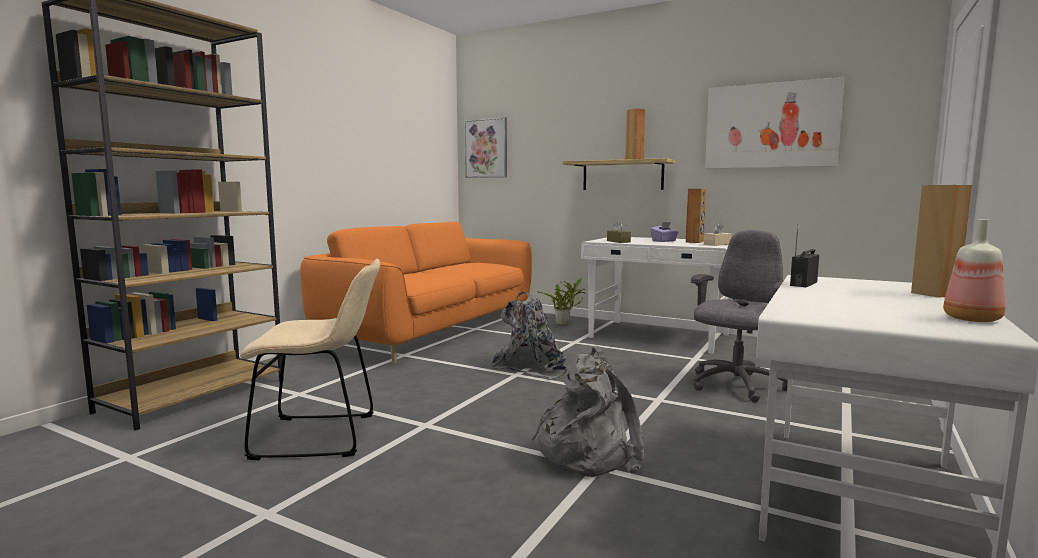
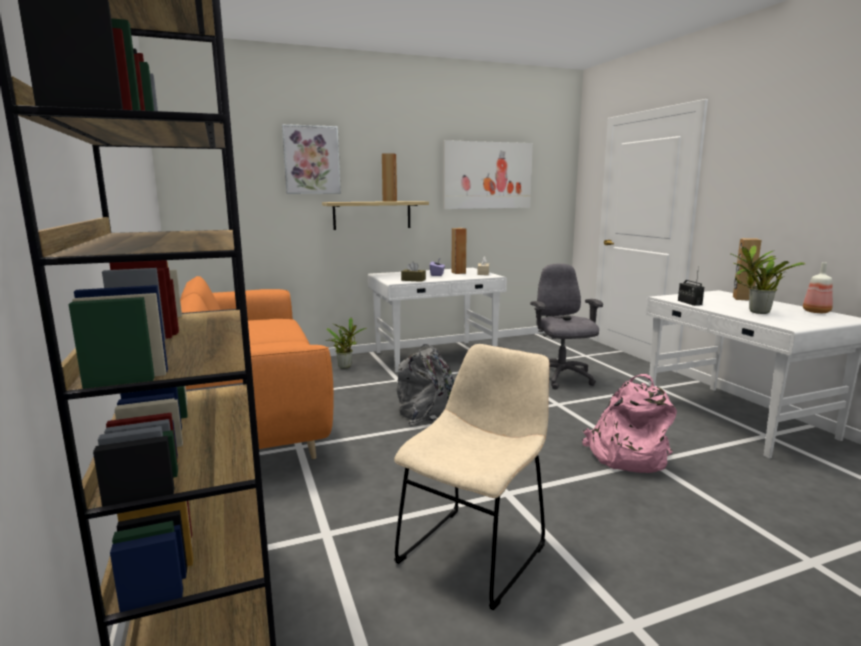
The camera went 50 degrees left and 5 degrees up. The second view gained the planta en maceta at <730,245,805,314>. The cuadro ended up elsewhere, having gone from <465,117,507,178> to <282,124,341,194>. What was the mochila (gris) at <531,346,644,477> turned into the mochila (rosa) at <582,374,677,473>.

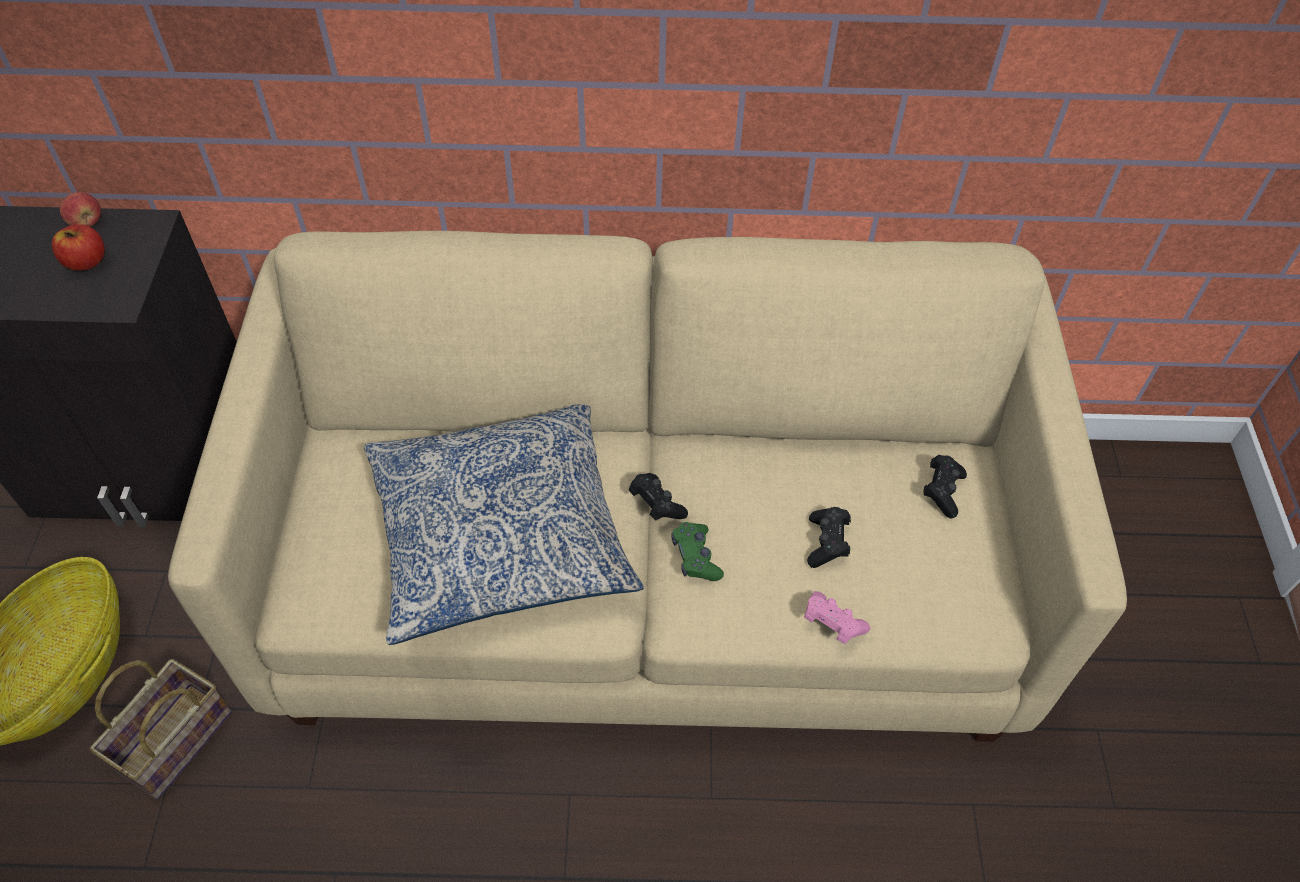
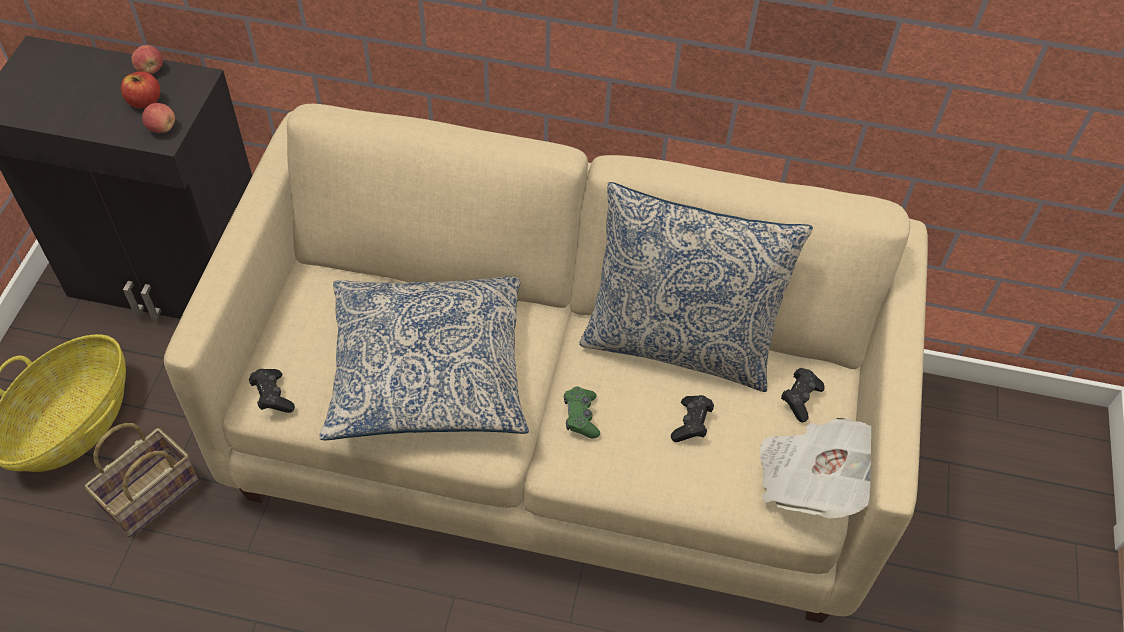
The camera went 10 degrees right and 0 degrees up. The second view lost the mando de consola (rosa) at <804,591,870,644>. The second view gained the manzana at <142,103,175,133>. The second view gained the cojín at <579,182,813,392>. The second view gained the periódico at <760,417,871,519>. The mando de consola (negro) ended up elsewhere, having gone from <629,473,688,520> to <249,369,295,413>.

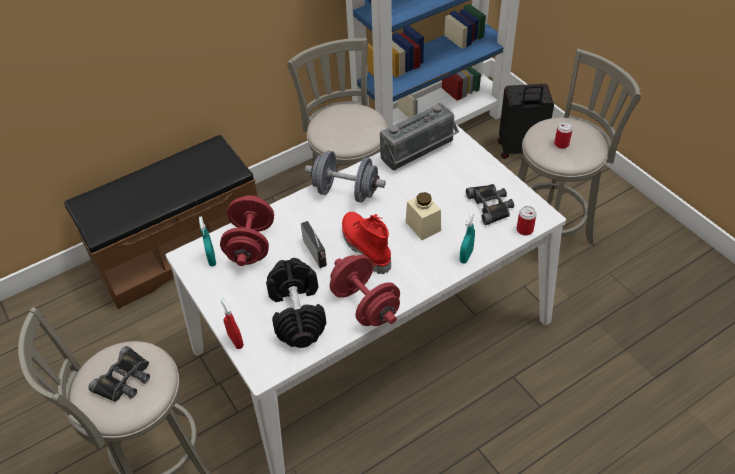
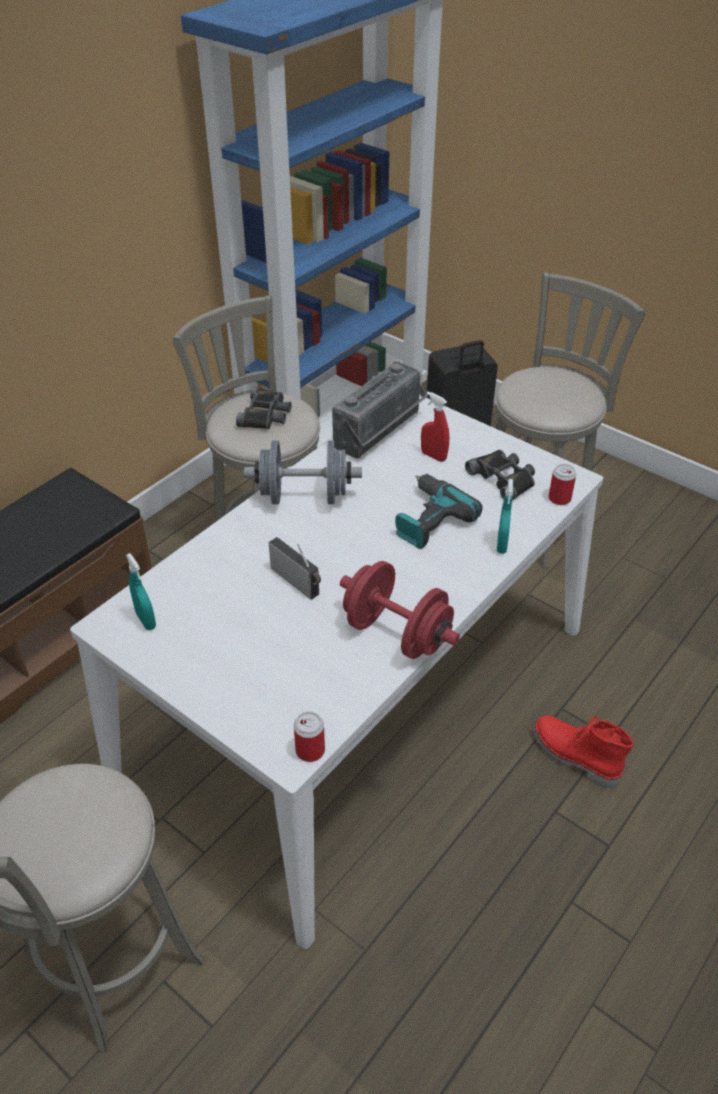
The camera went 20 degrees left and 5 degrees down. The second view lost the mancuerna (rojo) at <220,196,274,266>. The second view lost the mancuerna (negro) at <266,258,326,348>. The prismáticos (negro) ended up elsewhere, having gone from <88,346,150,402> to <236,387,292,429>. The pulverizador (rojo) ended up elsewhere, having gone from <219,296,244,349> to <421,392,449,462>. The bota (rojo) ended up elsewhere, having gone from <342,212,391,274> to <533,715,634,788>. The lata ended up elsewhere, having gone from <554,122,573,149> to <294,711,325,762>. Where the tarro (beis) stood at <406,192,441,240>, the taladro came to stand at <395,474,483,549>.

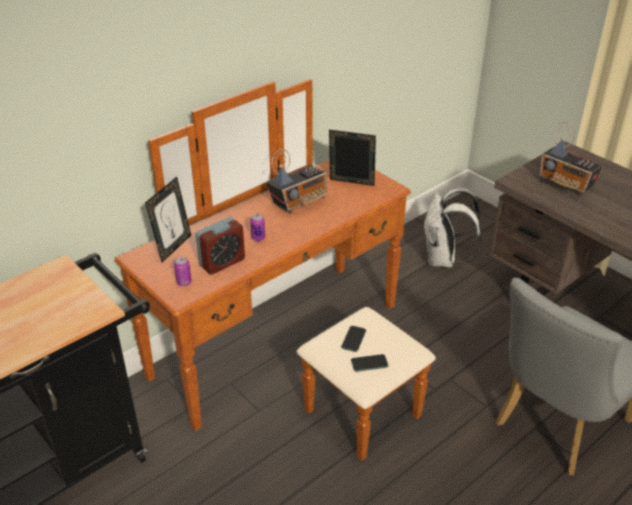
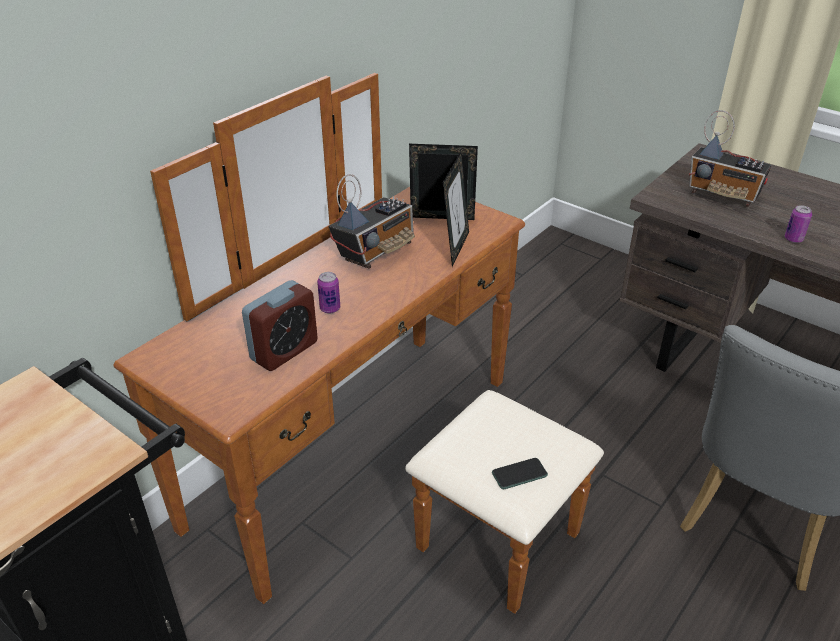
The camera went 10 degrees left and 0 degrees up. The second view lost the móvil at <341,326,366,352>. The second view lost the mochila (blanco) at <424,188,481,268>. The portarretratos ended up elsewhere, having gone from <145,177,191,262> to <443,152,469,267>. The lata ended up elsewhere, having gone from <174,257,192,286> to <785,205,812,243>.

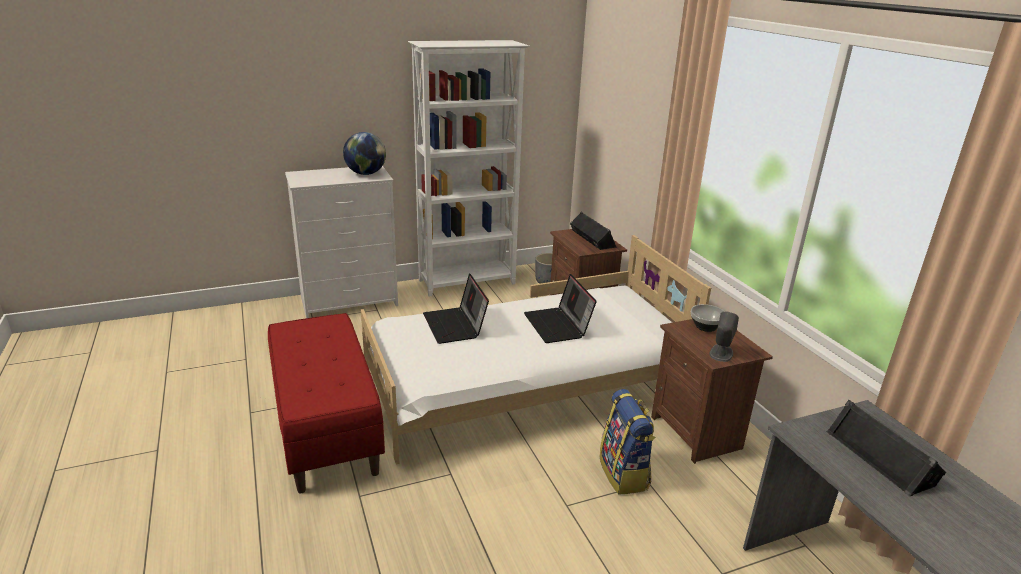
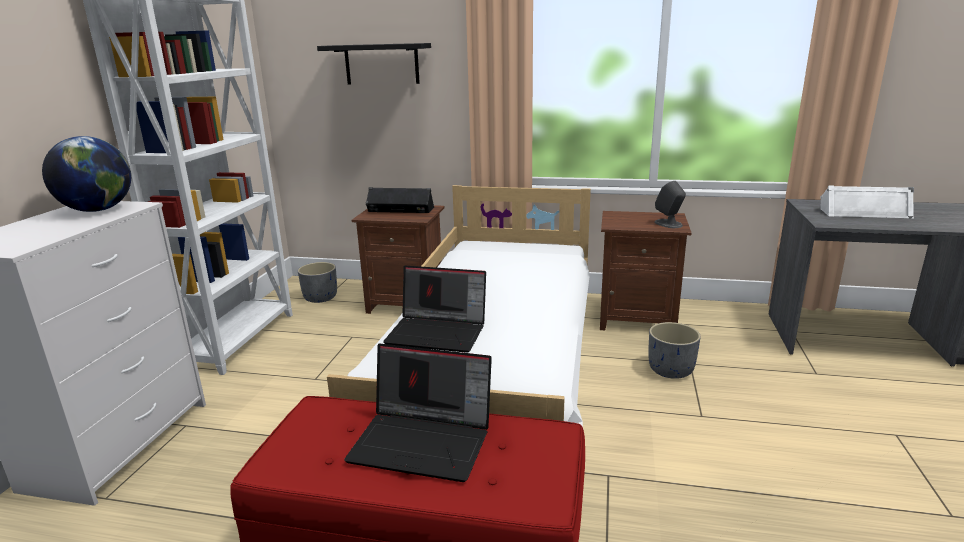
The camera went 55 degrees left and 5 degrees down. The second view lost the cuenco at <691,304,724,332>. The second view gained the estante (negro) at <317,43,431,84>. The portátil ended up elsewhere, having gone from <524,274,597,343> to <344,344,492,482>. Where the mochila stood at <600,389,655,495>, the maceta (gris) came to stand at <648,322,701,379>. What was the altavoz (negro) at <827,400,946,496> turned into the altavoz (blanco) at <820,186,914,219>.

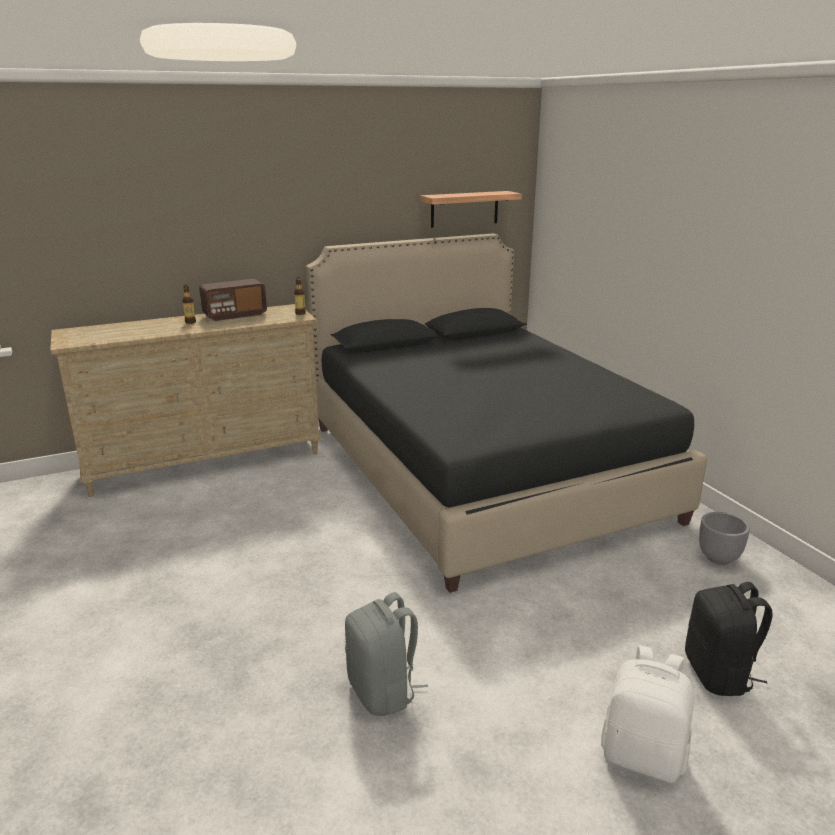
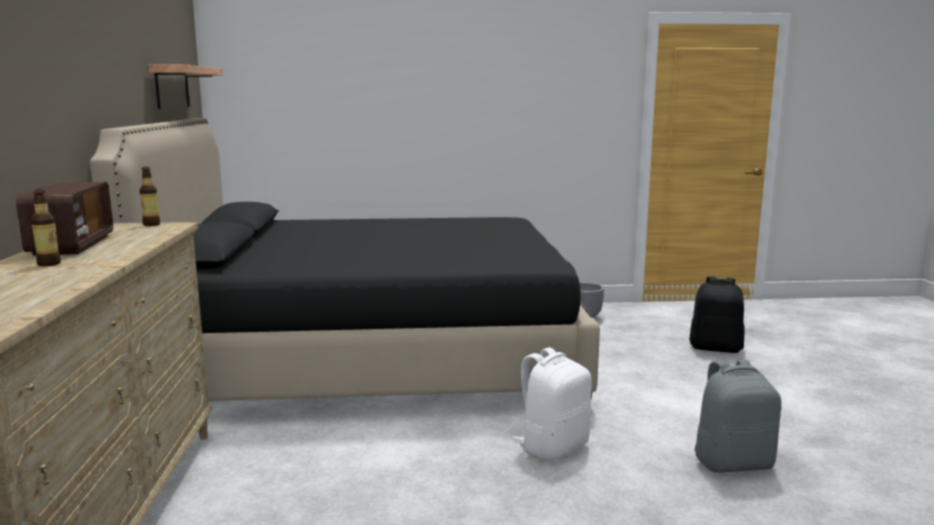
The camera went 70 degrees left and 10 degrees down. The mochila (blanco) ended up elsewhere, having gone from <601,645,694,783> to <512,347,592,461>.

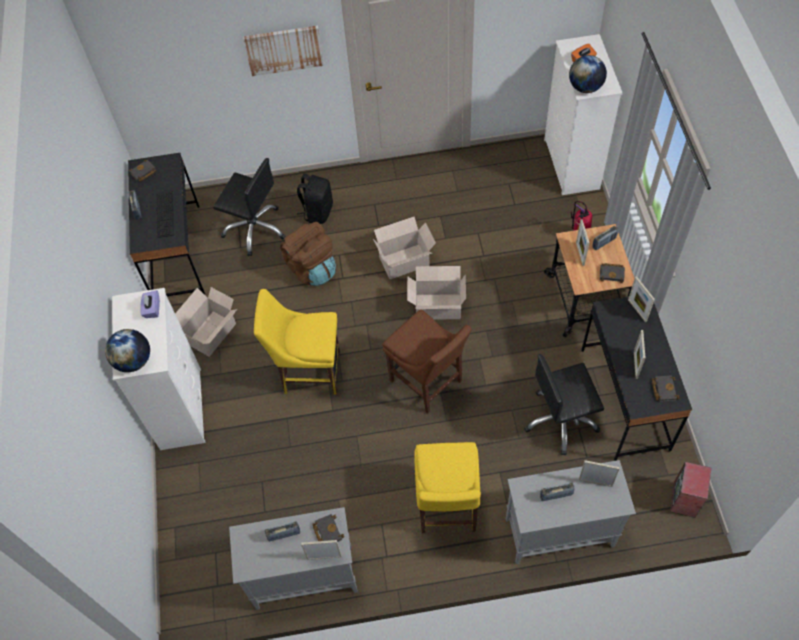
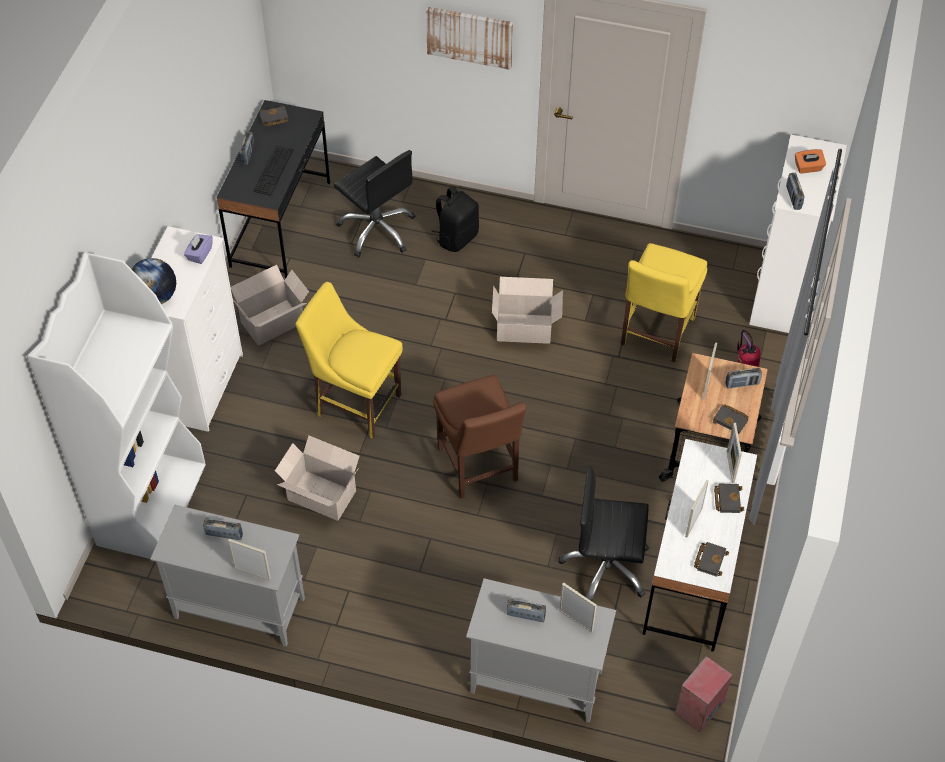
The camera went 20 degrees right and 5 degrees down. The second view lost the mochila (marrón) at <280,222,336,286>. The second view gained the estantería (blanco) at <27,252,206,559>. The libro (negro) ended up elsewhere, having gone from <312,514,345,542> to <714,484,744,513>. The caja de cartón ended up elsewhere, having gone from <407,266,466,320> to <275,436,359,521>. The silla (amarillo) ended up elsewhere, having gone from <414,442,481,533> to <621,243,708,362>. Where the globo terráqueo stood at <569,55,607,93>, the radio came to stand at <786,173,805,210>. What was the escritorio (negro) at <581,293,692,461> turned into the escritorio (blanco) at <643,439,757,652>.

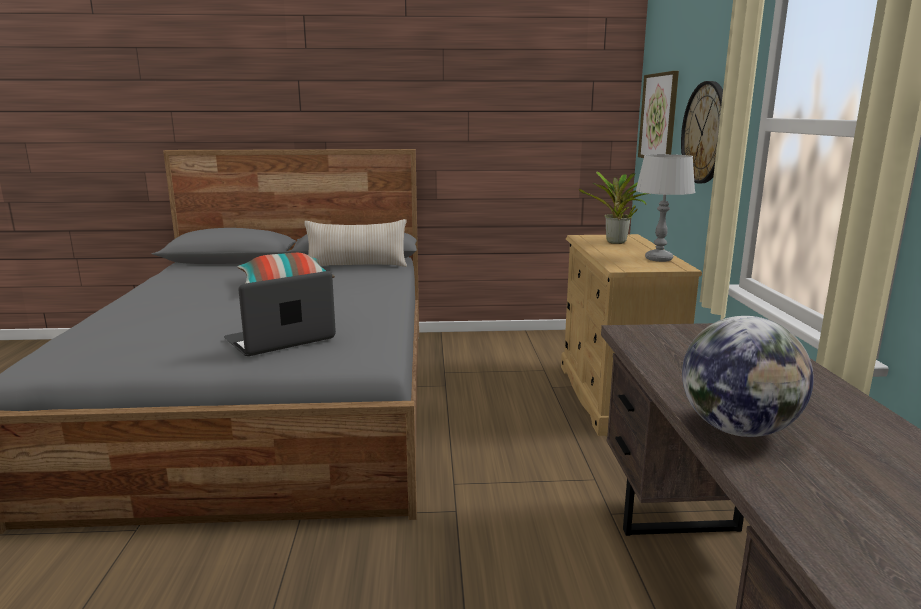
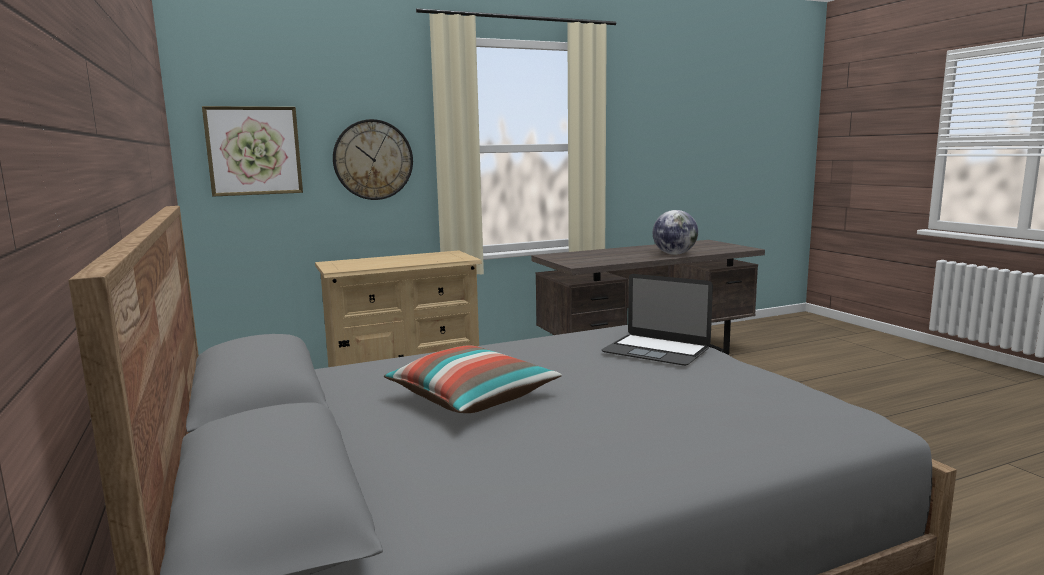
The camera went 110 degrees left and 5 degrees down. The second view lost the cojín (beis) at <304,219,407,267>. The second view lost the planta en maceta at <579,171,648,244>. The second view lost the lámpara de mesa (gris) at <636,154,695,262>.

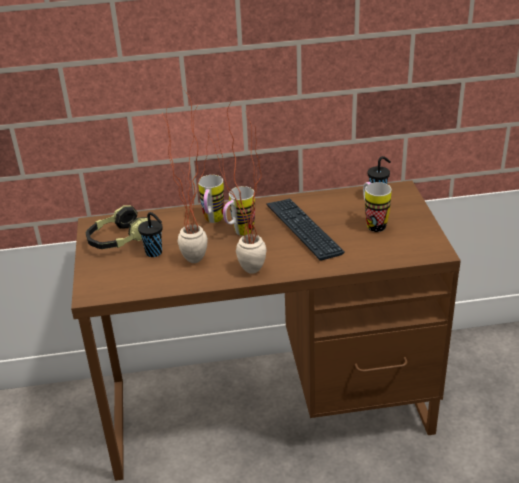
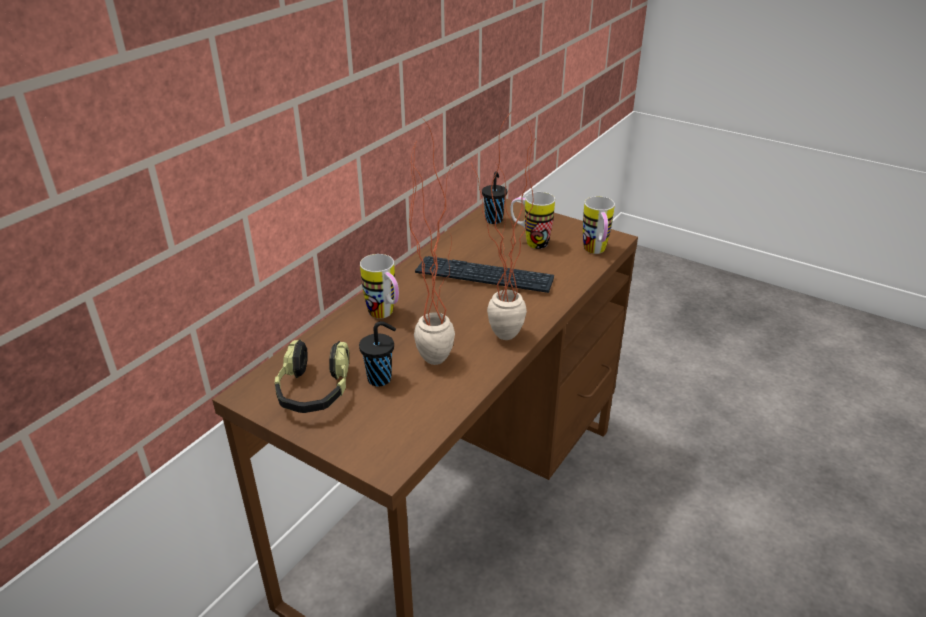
The camera went 50 degrees left and 0 degrees up. The taza grande ended up elsewhere, having gone from <223,186,255,236> to <583,196,615,254>.

